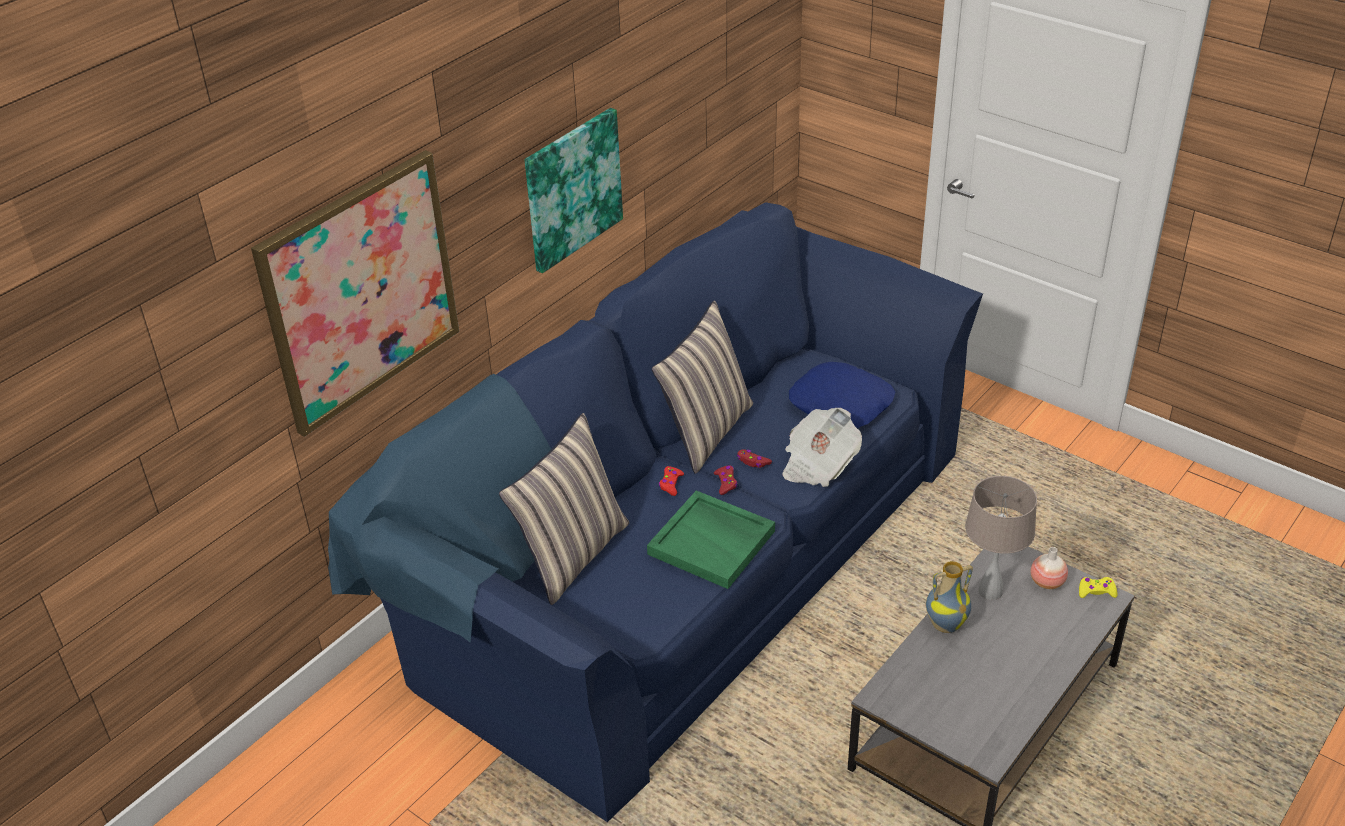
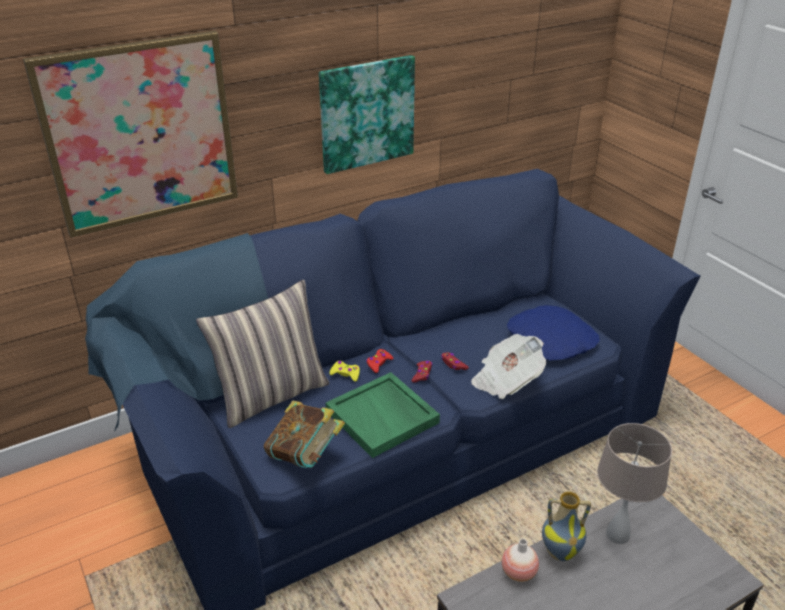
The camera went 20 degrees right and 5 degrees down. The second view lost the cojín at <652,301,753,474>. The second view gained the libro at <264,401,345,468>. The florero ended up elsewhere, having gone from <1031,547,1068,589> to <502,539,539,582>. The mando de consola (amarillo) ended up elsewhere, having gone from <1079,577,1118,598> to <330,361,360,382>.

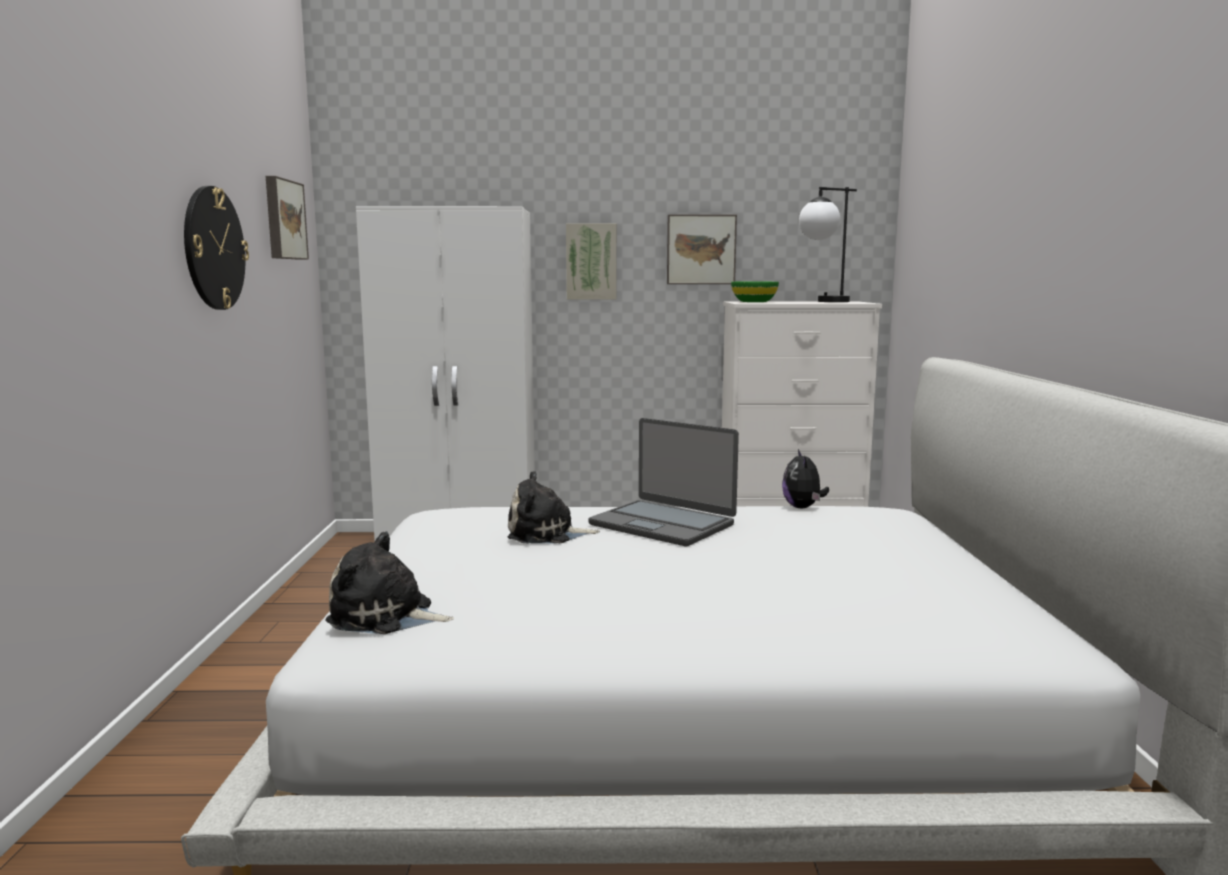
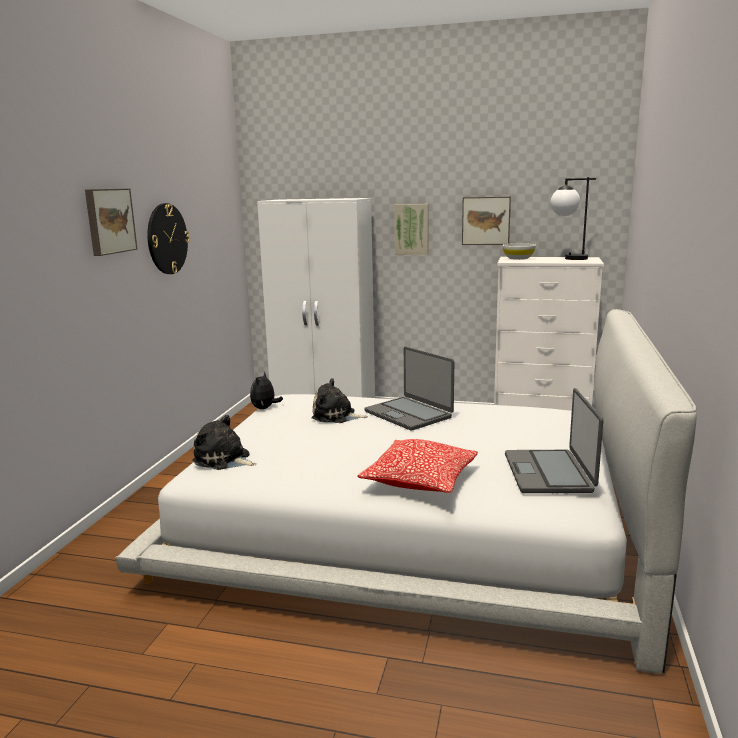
The camera went 15 degrees right and 5 degrees up. The second view gained the cojín at <358,439,478,493>. The second view gained the portátil at <505,388,603,493>. The cuadro ended up elsewhere, having gone from <266,176,309,260> to <85,189,137,256>. The peluche ended up elsewhere, having gone from <782,449,829,508> to <250,371,283,409>. What was the cuenco (verde) at <731,282,779,302> turned into the cuenco (blanco) at <502,243,536,260>.

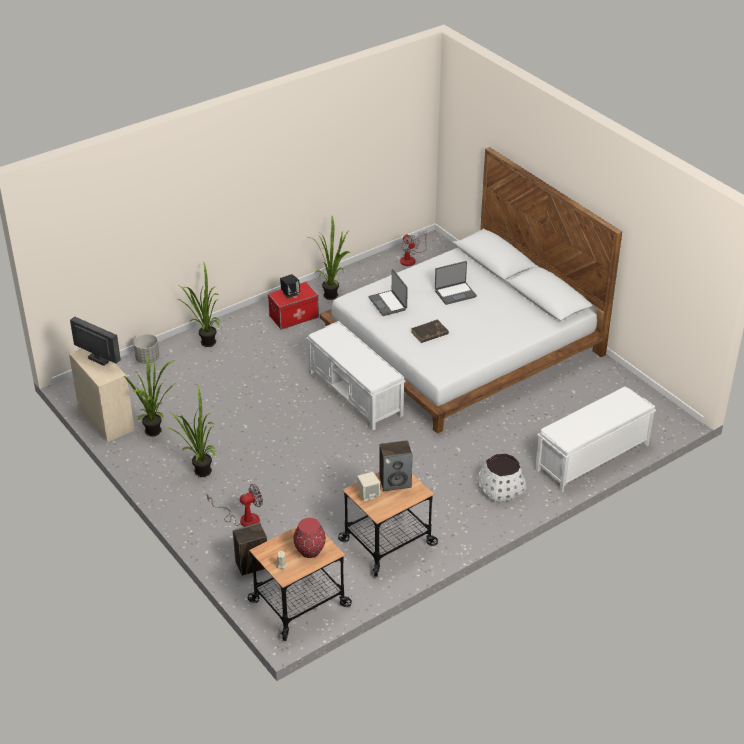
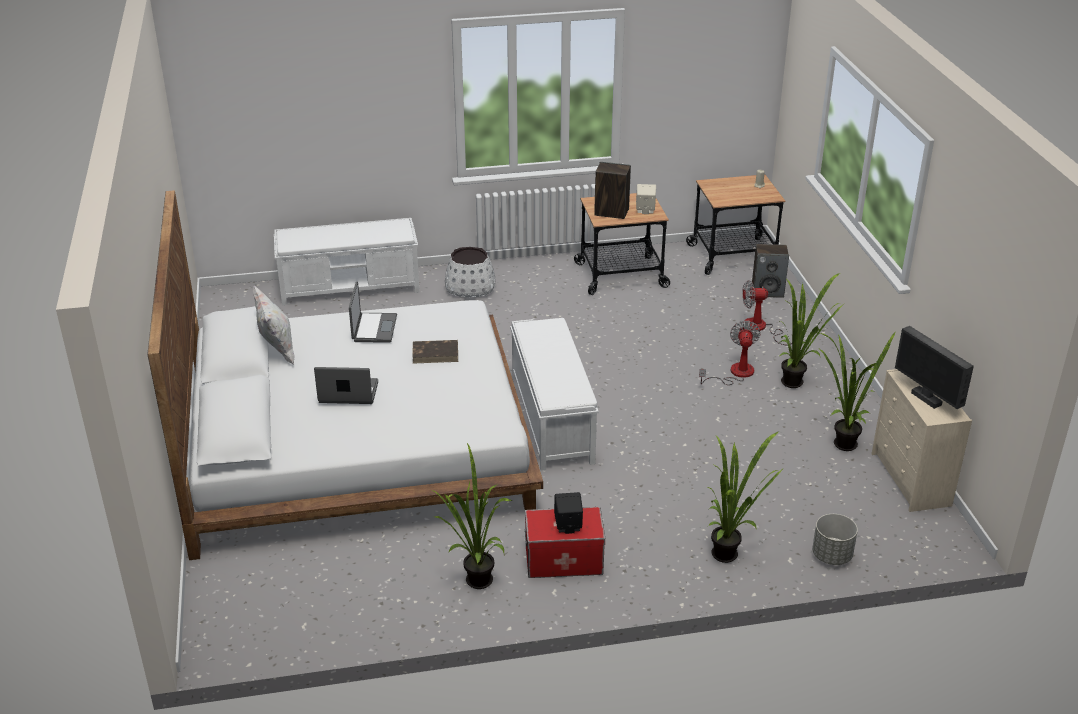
The camera went 155 degrees left and 5 degrees down. The second view lost the florero (rojo) at <293,518,326,558>. The second view gained the cojín (blanco) at <253,285,295,365>. The portátil ended up elsewhere, having gone from <369,269,408,316> to <349,281,397,343>. The ventilador ended up elsewhere, having gone from <400,231,427,266> to <699,321,760,385>.

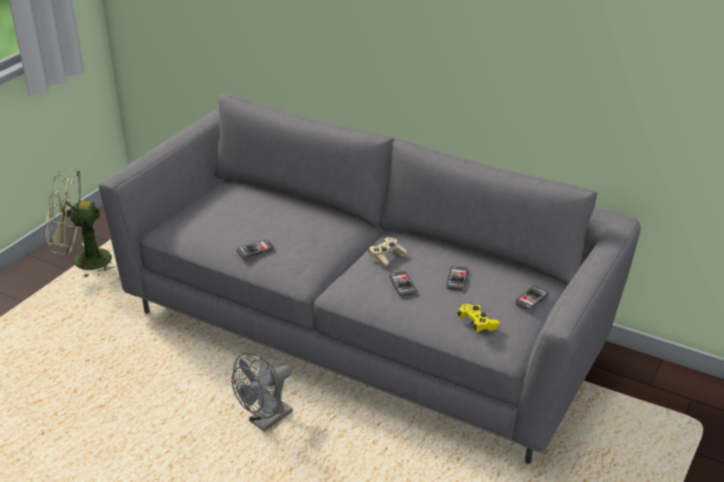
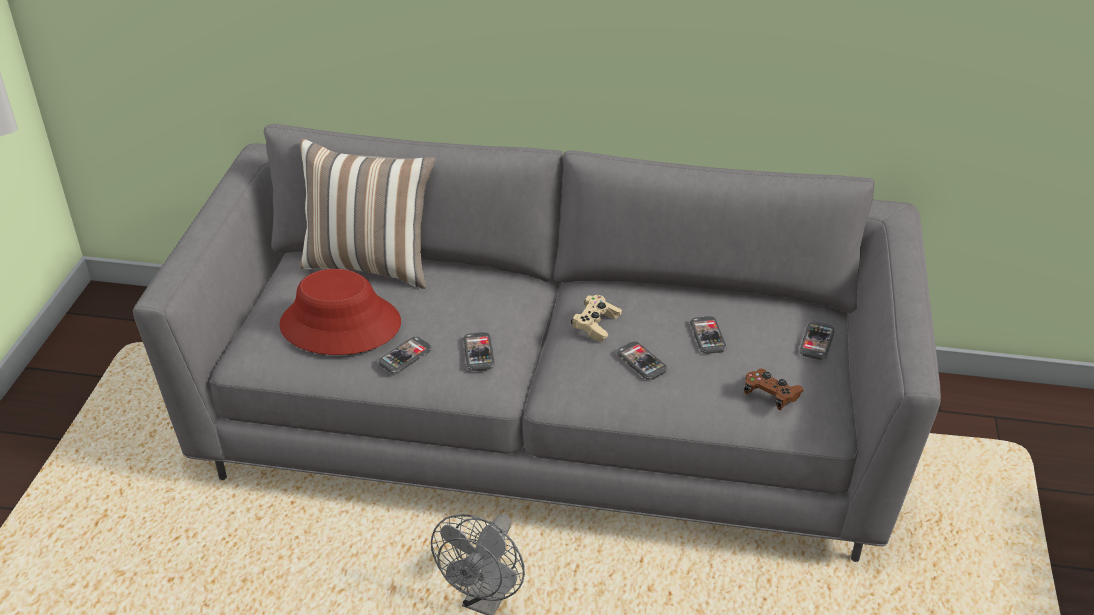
The camera went 20 degrees left and 5 degrees up. The second view lost the ventilador (verde) at <46,169,116,278>. The second view gained the sombrero (rojo) at <279,269,401,355>. The second view gained the cojín at <300,139,435,289>. The second view gained the móvil at <463,332,495,371>. What was the mando de consola (amarillo) at <457,304,500,333> turned into the mando de consola (marrón) at <744,368,804,410>.

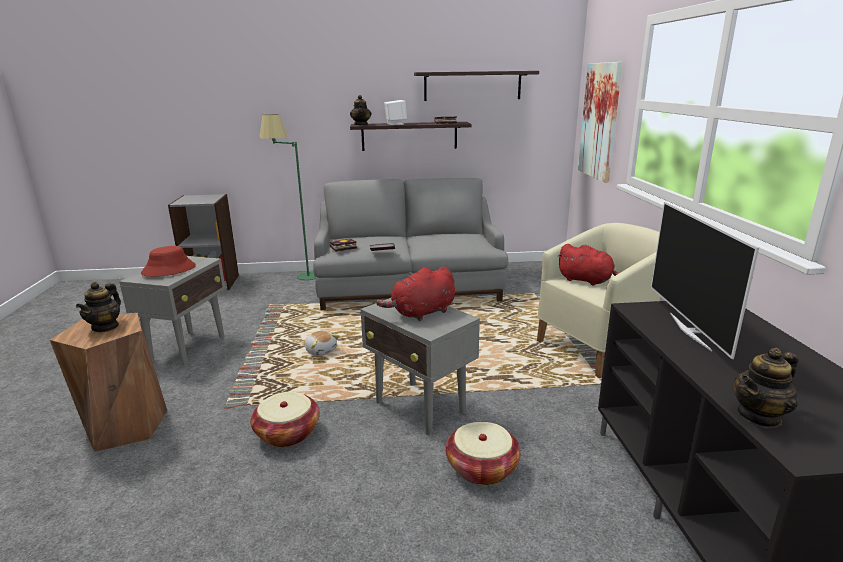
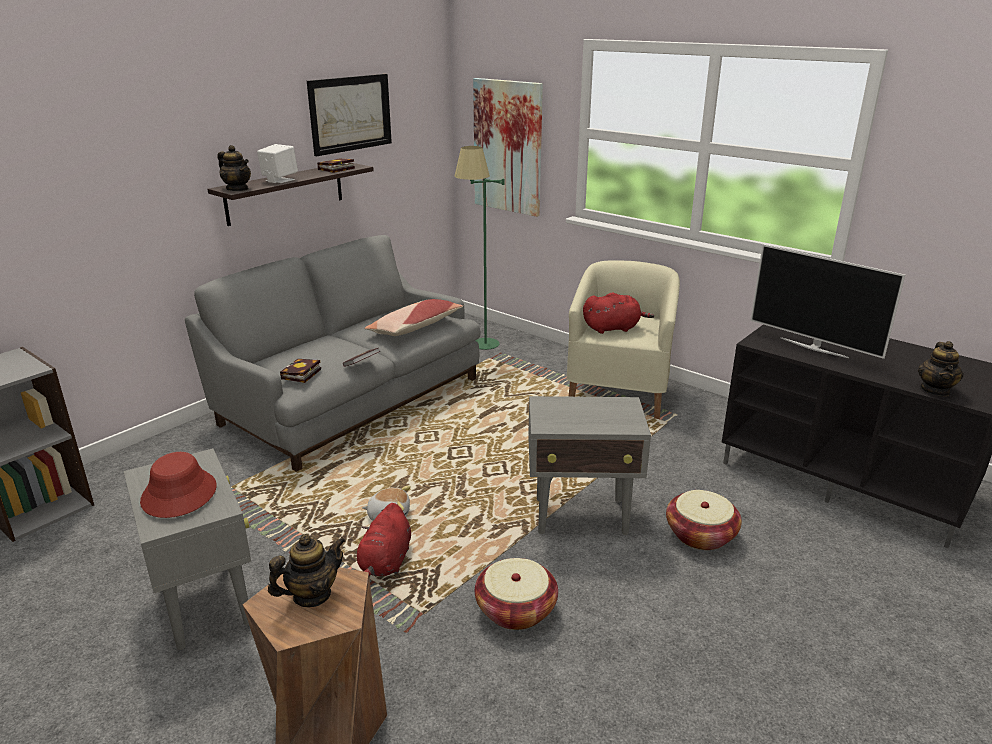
The camera went 45 degrees left and 5 degrees up. The second view gained the cojín at <364,299,463,336>. The lámpara de pie (verde) ended up elsewhere, having gone from <259,114,316,280> to <455,146,504,350>. The peluche (rojo) ended up elsewhere, having gone from <376,266,455,321> to <357,503,411,576>. Where the estante hung at <414,71,539,101>, the cuadro came to hang at <307,74,392,156>. The tetera at <76,282,121,332> ended up facing another way, 90 degrees counterclockwise from before.

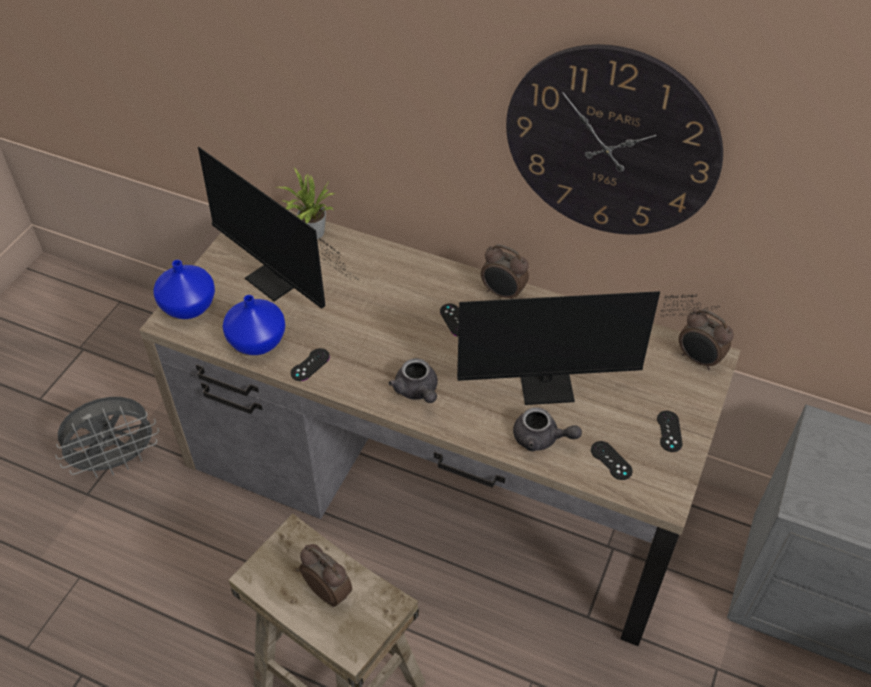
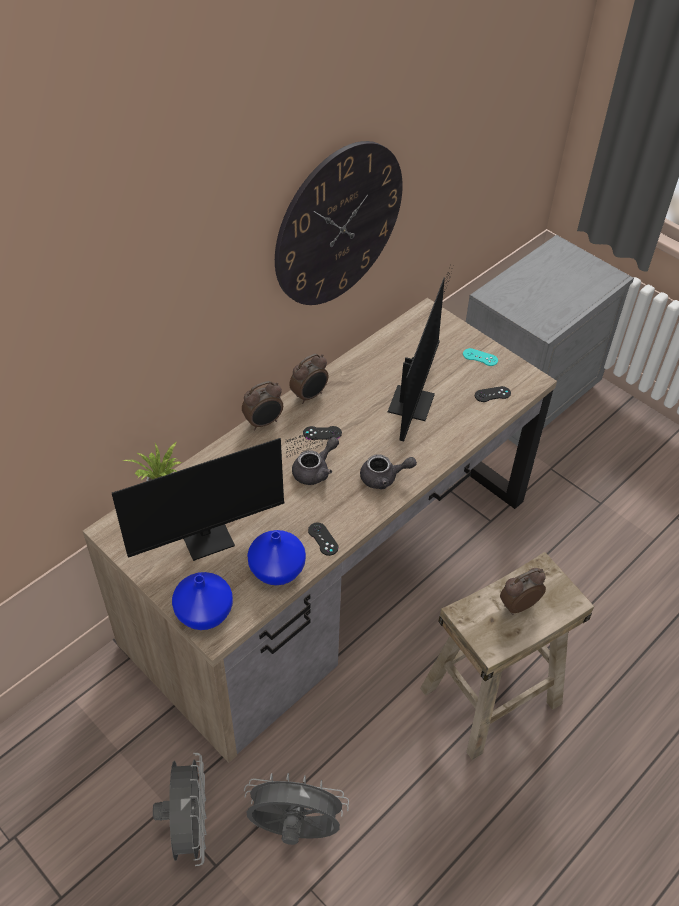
The camera went 70 degrees left and 0 degrees up. The second view gained the ventilador (gris) at <244,773,349,845>. The tetera (gris) ended up elsewhere, having gone from <513,407,582,451> to <292,437,339,485>. The despertador ended up elsewhere, having gone from <679,309,734,370> to <242,381,283,430>. What was the mando de consola (negro) at <657,411,683,452> turned into the mando de consola (turquesa) at <463,348,498,366>.

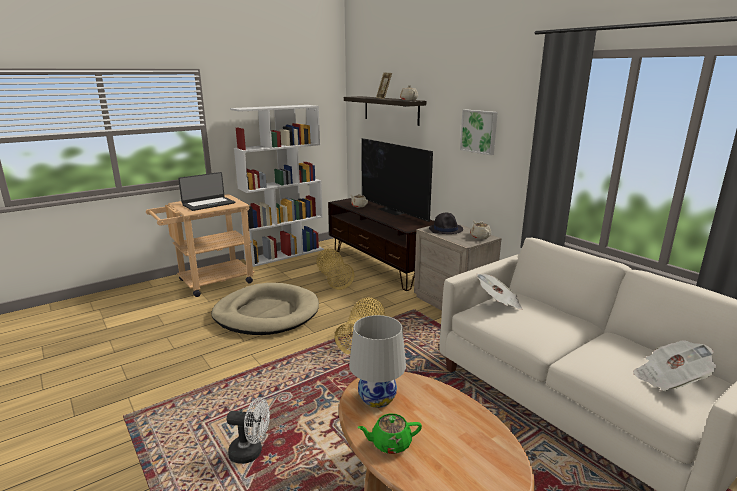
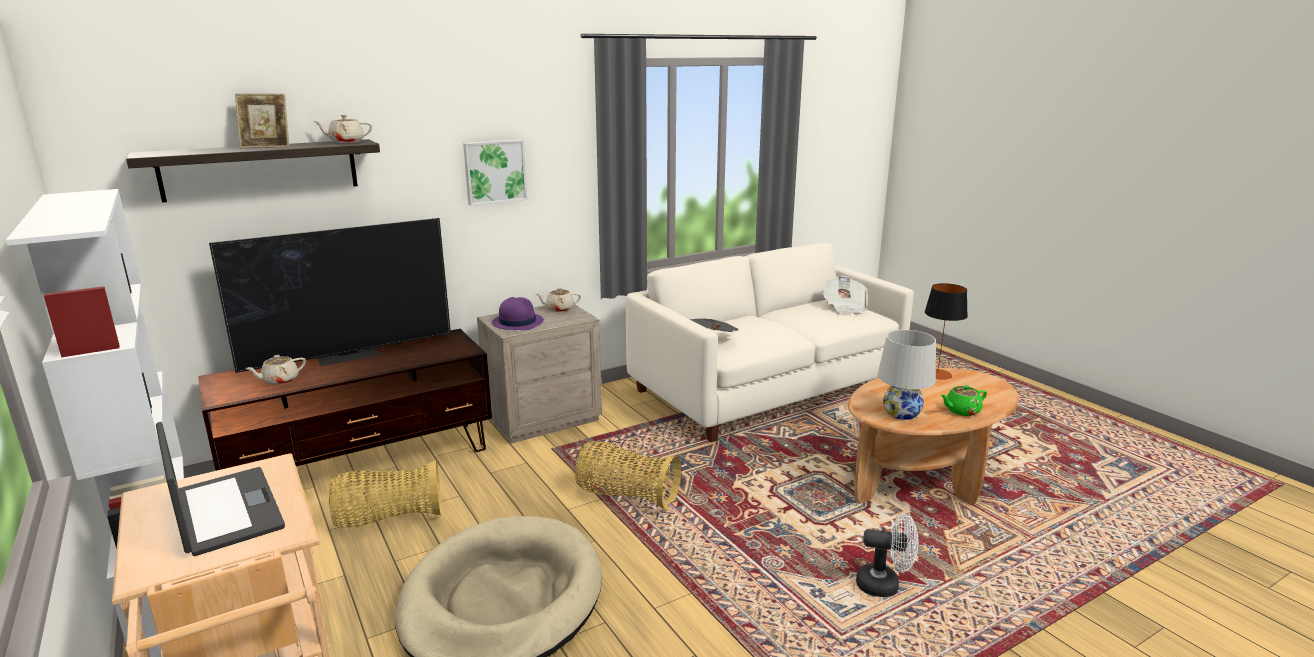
The camera went 85 degrees left and 0 degrees up. The second view gained the lámpara de mesa at <925,283,968,380>. What was the sombrero (negro) at <429,213,463,234> turned into the sombrero (morado) at <492,297,544,330>. The ventilador (blanco) at <227,397,270,464> ended up facing another way, 90 degrees clockwise from before. The tetera (verde) at <357,414,422,454> ended up facing another way, 75 degrees clockwise from before.

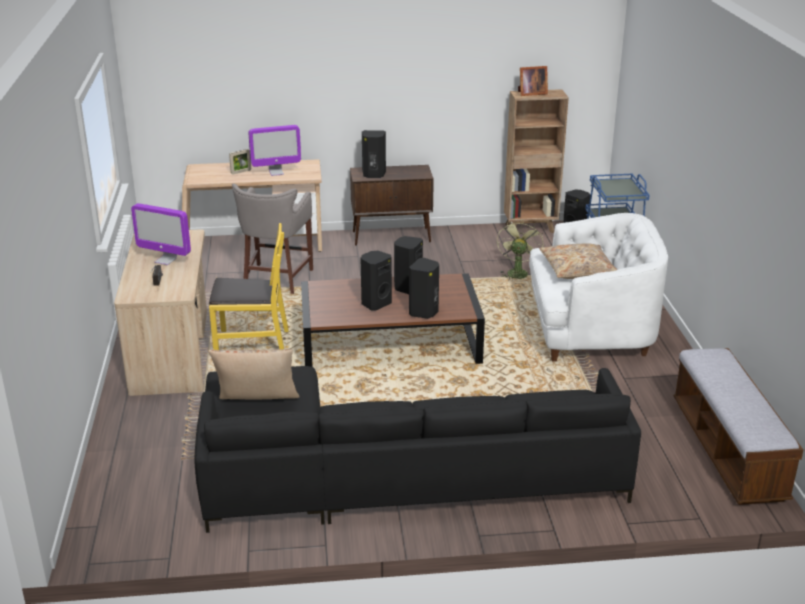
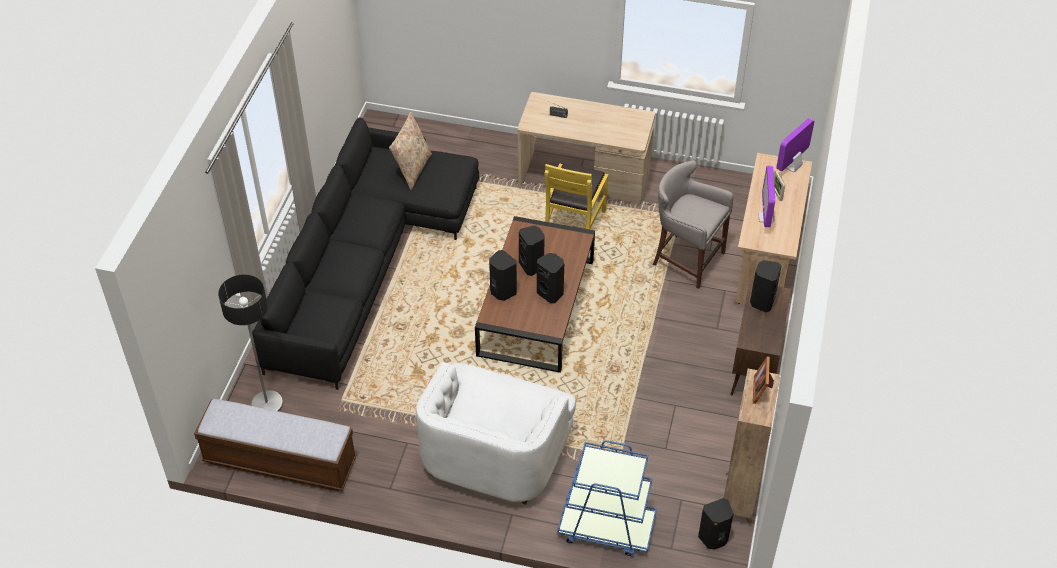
The camera went 110 degrees right and 20 degrees up. The second view lost the ventilador (verde) at <497,219,543,279>. The second view lost the cojín (beis) at <539,243,618,279>. The second view gained the lámpara de pie at <218,274,283,411>. The monitor ended up elsewhere, having gone from <131,203,191,265> to <776,118,814,172>.

